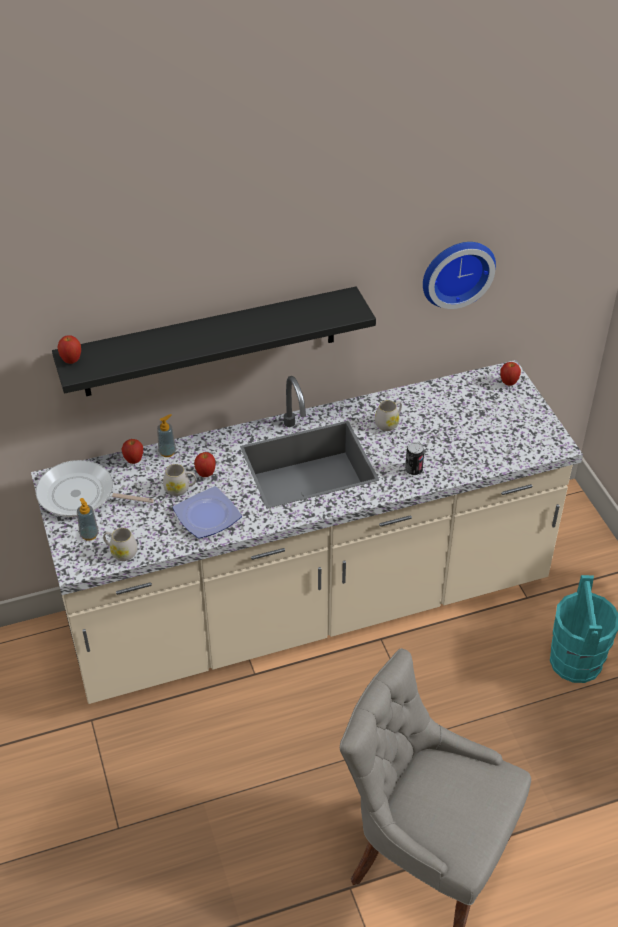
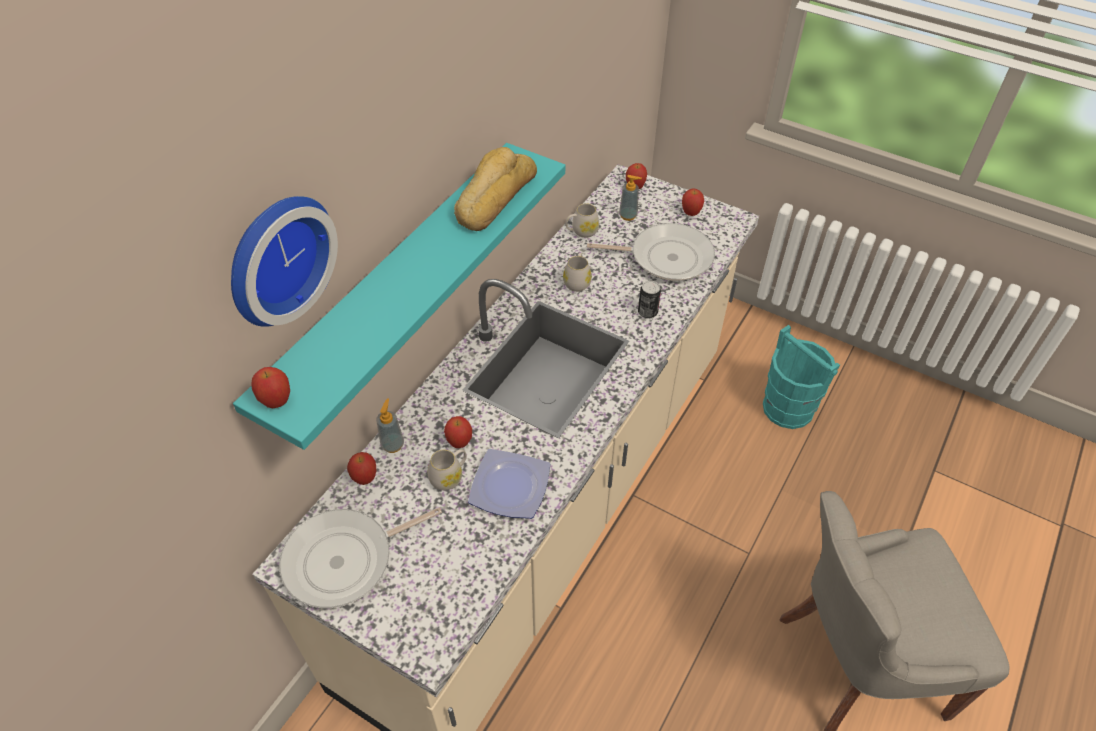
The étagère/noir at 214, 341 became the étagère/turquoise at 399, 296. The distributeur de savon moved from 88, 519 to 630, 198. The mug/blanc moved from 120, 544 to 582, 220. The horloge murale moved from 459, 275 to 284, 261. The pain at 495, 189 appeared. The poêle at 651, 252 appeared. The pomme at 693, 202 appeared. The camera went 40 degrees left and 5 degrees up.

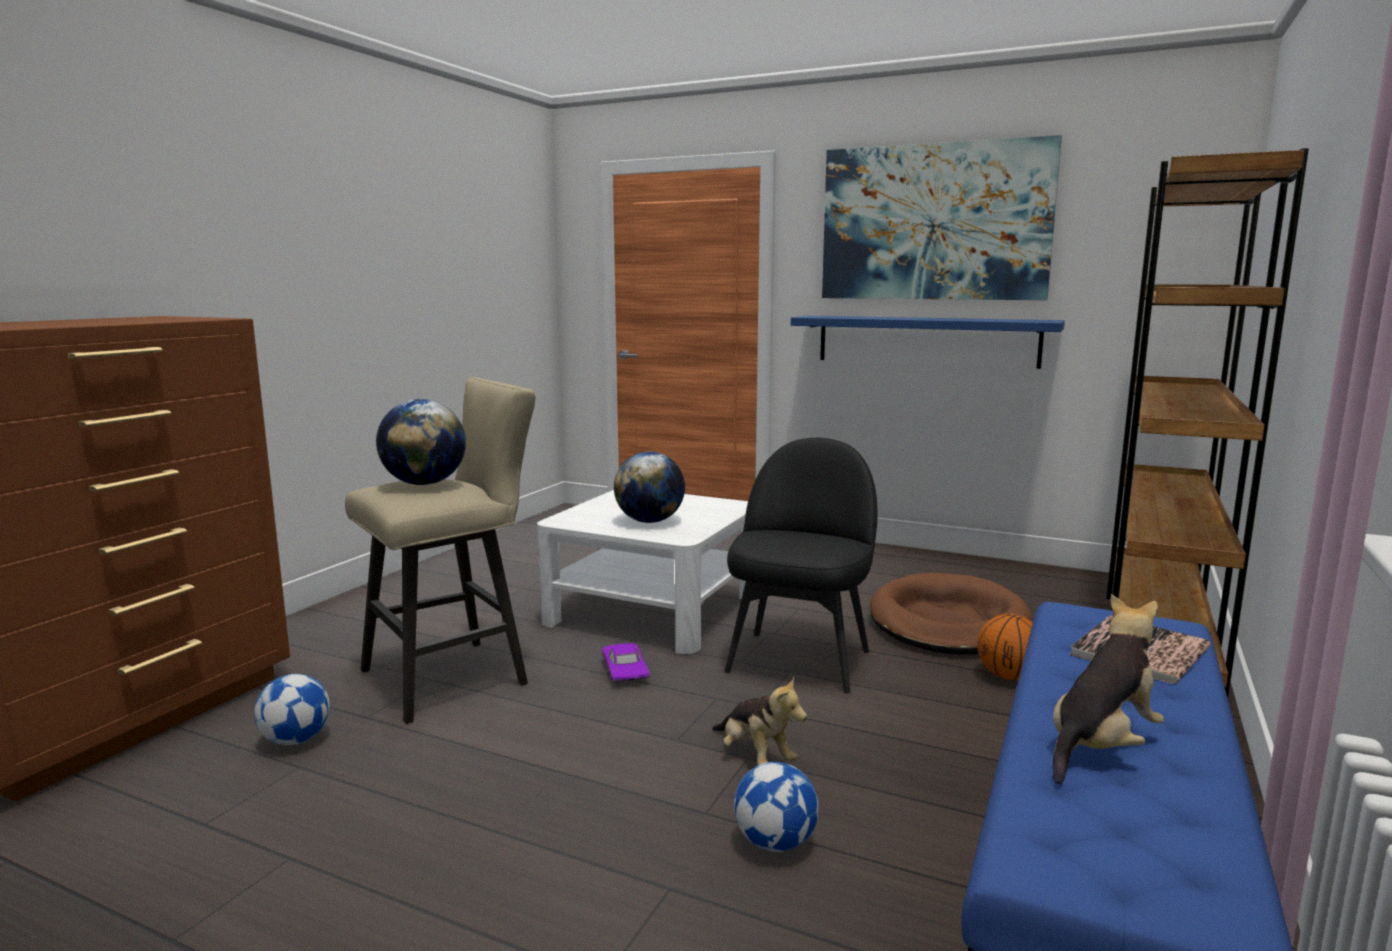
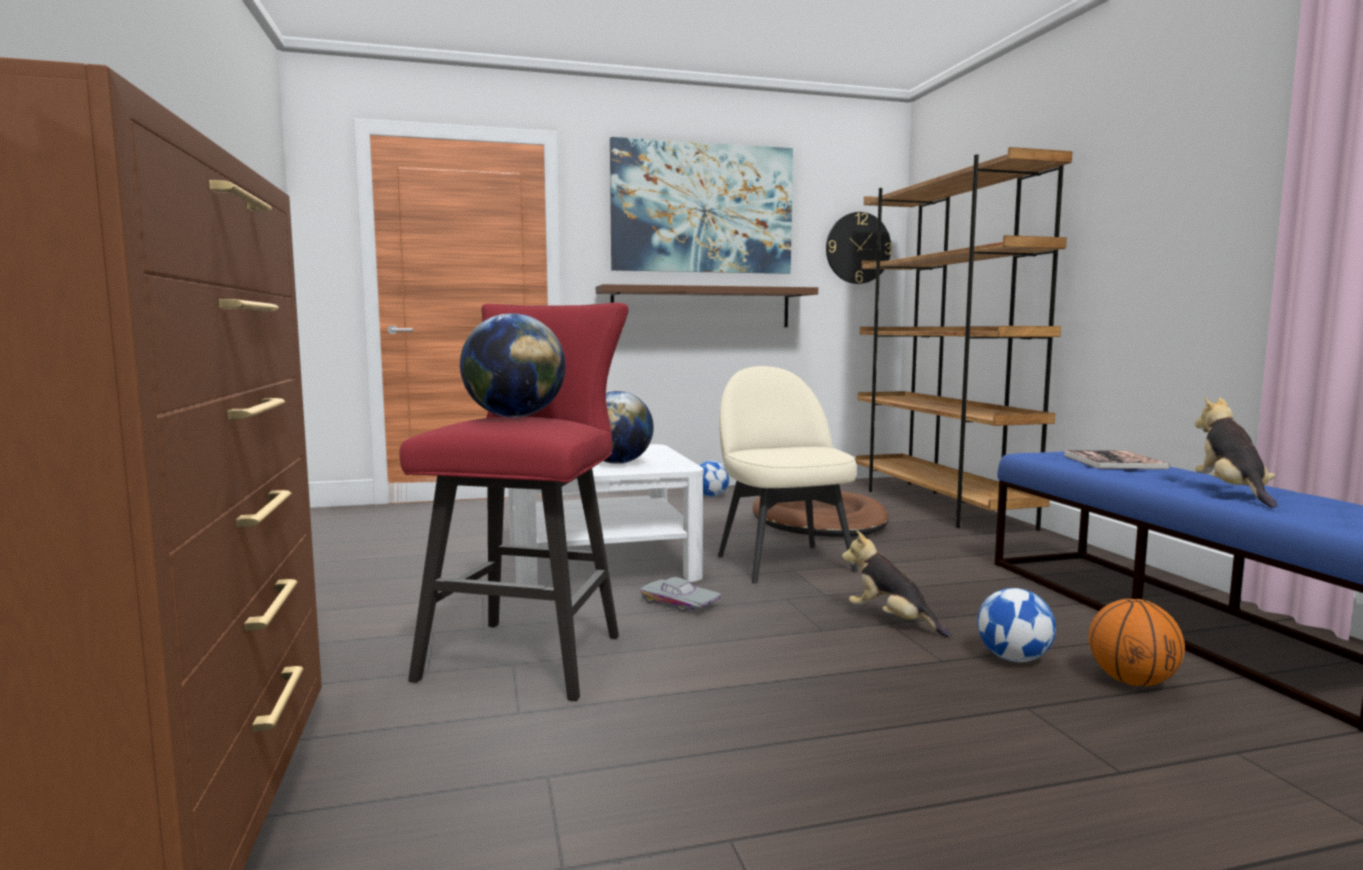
The ballon de foot moved from 292, 709 to 714, 478. The tabouret/beige at 440, 550 became the tabouret/rouge at 514, 502. The petite voiture/violet at 626, 662 became the petite voiture/gris at 680, 594. The peluche at 759, 721 turned 150 degrees counterclockwise. The chaise/noir at 801, 566 became the chaise/beige at 788, 474. The étagère/bleu at 928, 342 became the étagère/marron at 707, 305. The ballon de basket moved from 1005, 647 to 1137, 642. The horloge murale at 859, 248 appeared. The camera went 40 degrees left and 5 degrees down.

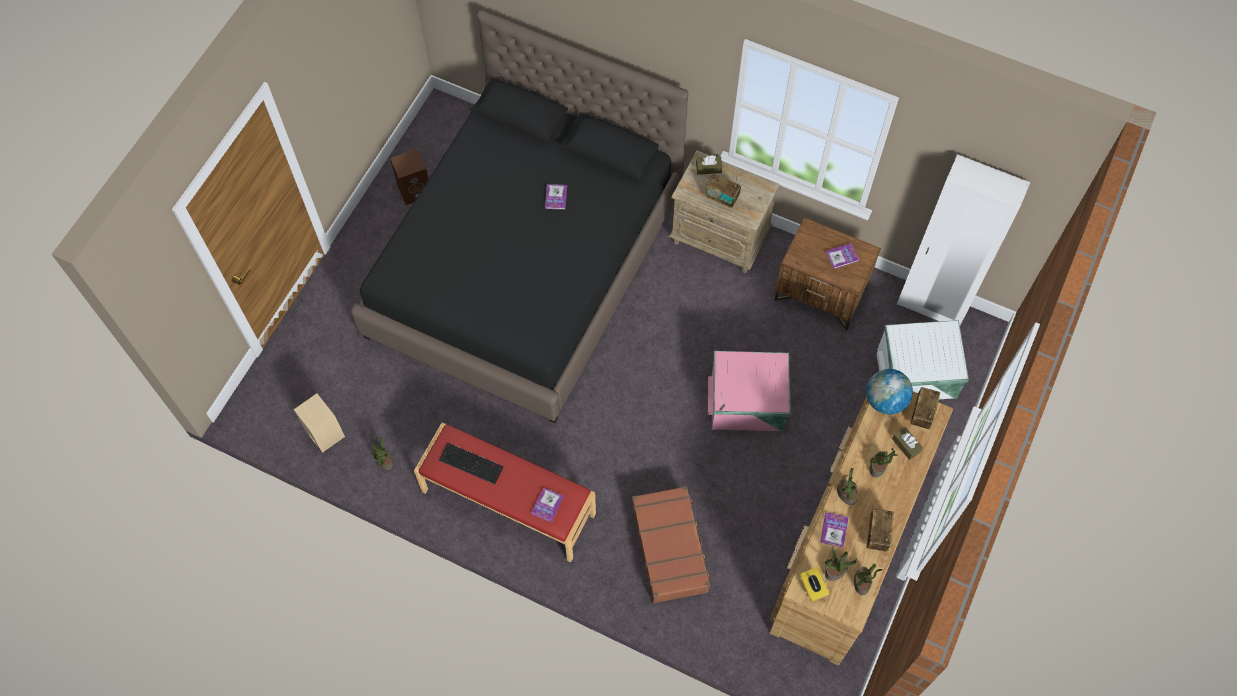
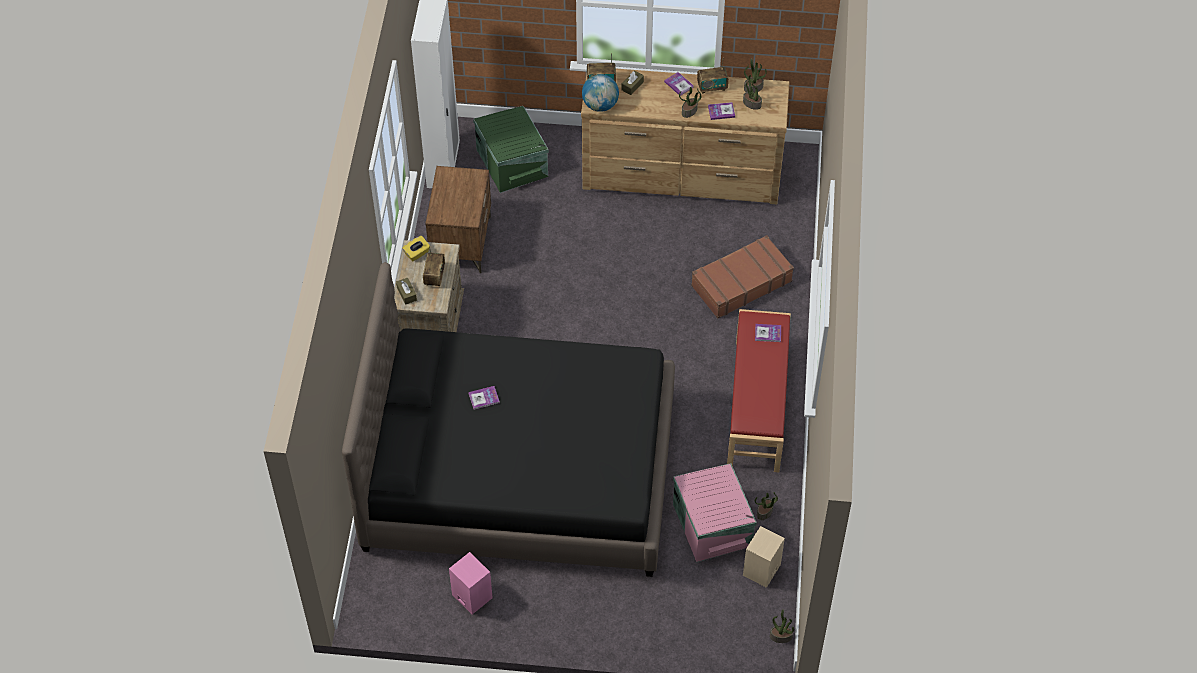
The enceinte/marron at 409, 177 became the enceinte/rose at 471, 583. The clavier at 471, 463 disappeared. The boîte de rangement/rose moved from 749, 391 to 715, 513. The boîte à mouchoirs/jaune moved from 815, 584 to 416, 248. The livre moved from 842, 256 to 679, 84. The plante en pot moved from 884, 463 to 782, 626. The boîte de rangement/blanc at 922, 359 became the boîte de rangement/vert at 511, 149. The camera went 110 degrees left and 10 degrees down.

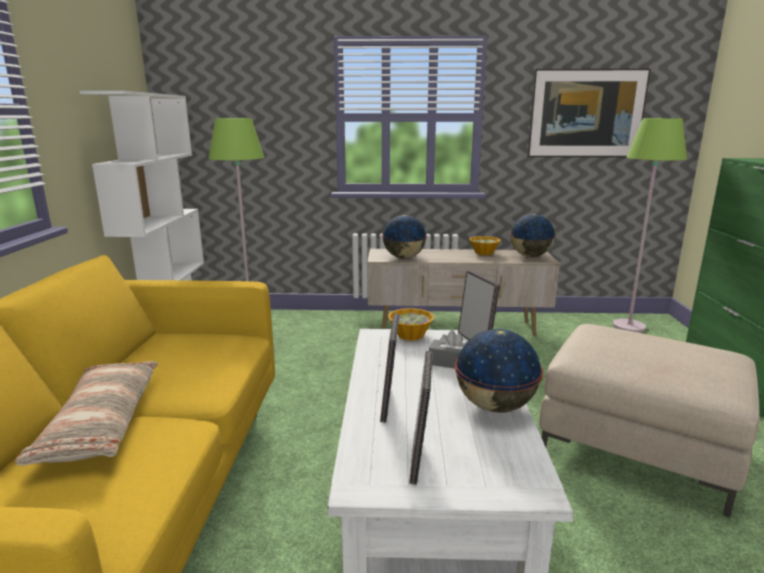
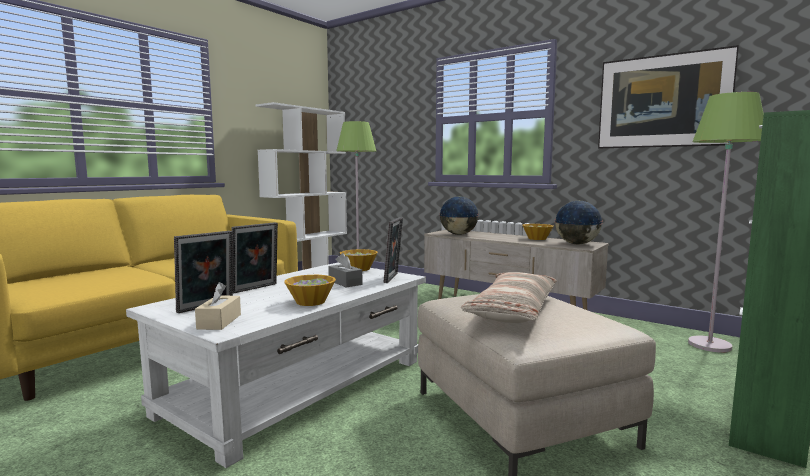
The coussin moved from 86, 413 to 509, 297. The globe at 499, 371 was replaced by the bol at 310, 290. The boîte à mouchoirs/beige at 218, 306 appeared. The camera went 35 degrees right and 10 degrees down.

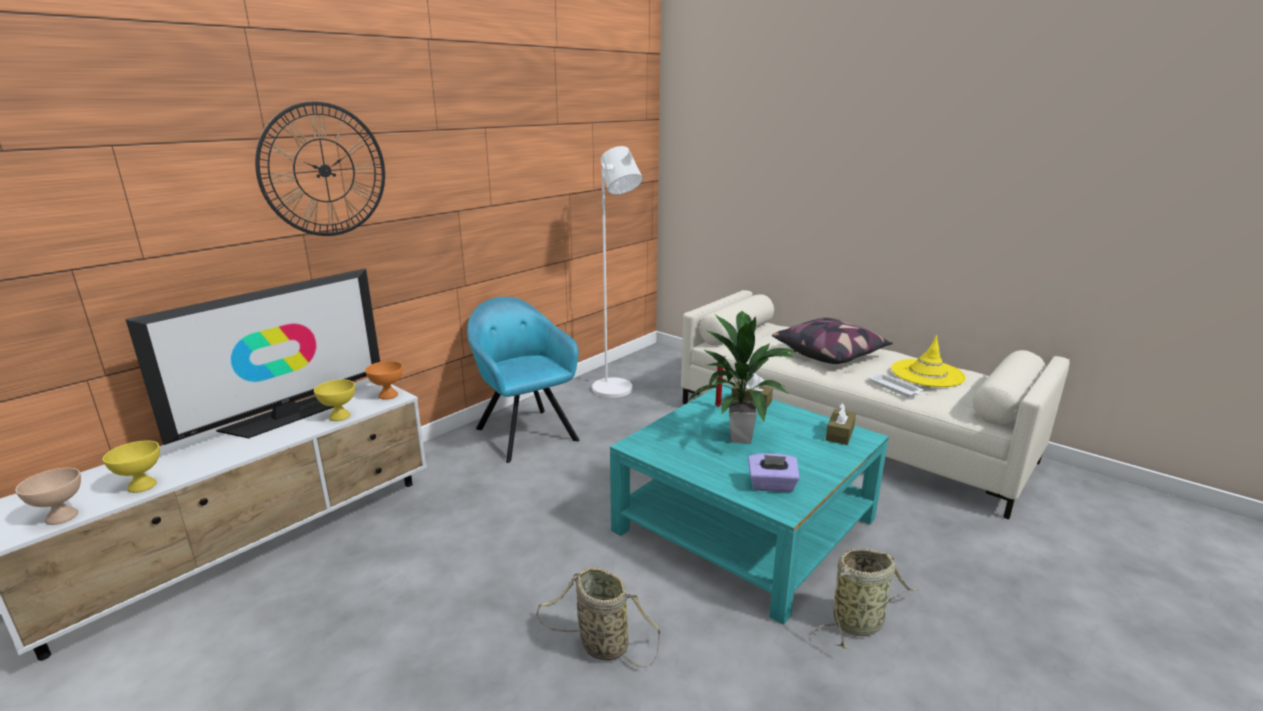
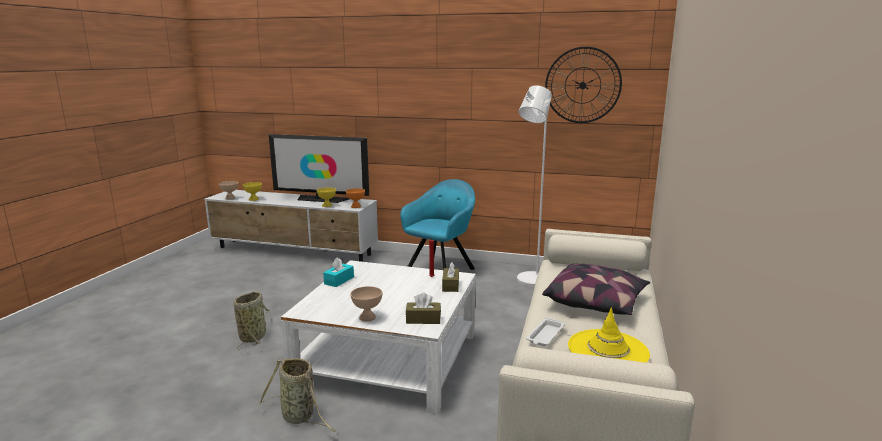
The horloge murale moved from 320, 168 to 583, 85. The table basse/turquoise at 749, 504 became the table basse/blanc at 378, 337. The plante en pot at 743, 377 disappeared. The boîte à mouchoirs/violet at 774, 472 disappeared. The boîte à mouchoirs/turquoise at 338, 272 appeared. The bol/beige at 366, 304 appeared. The camera went 65 degrees right and 5 degrees down.

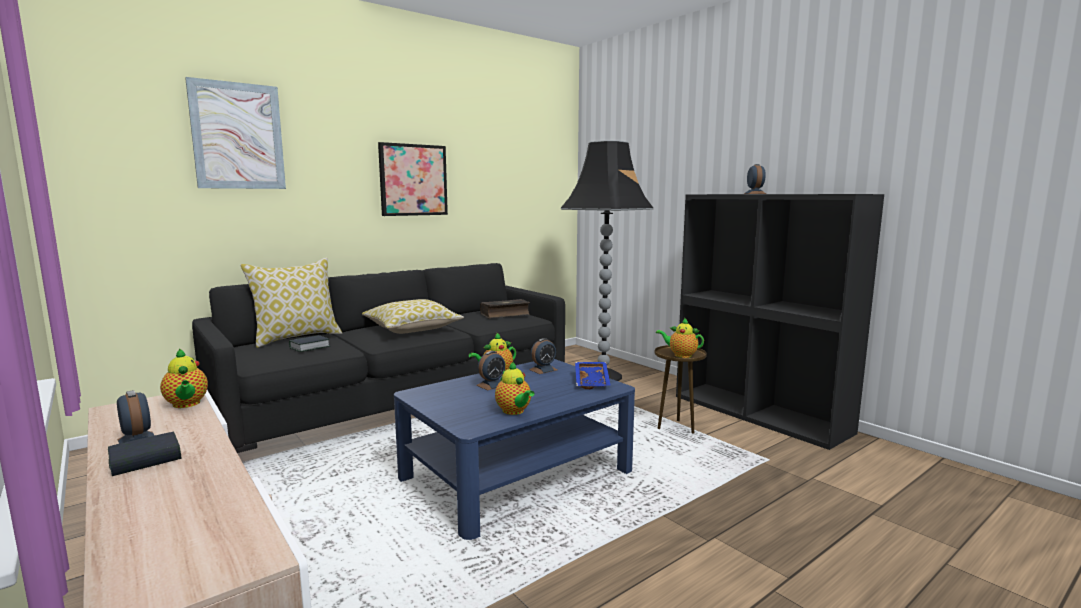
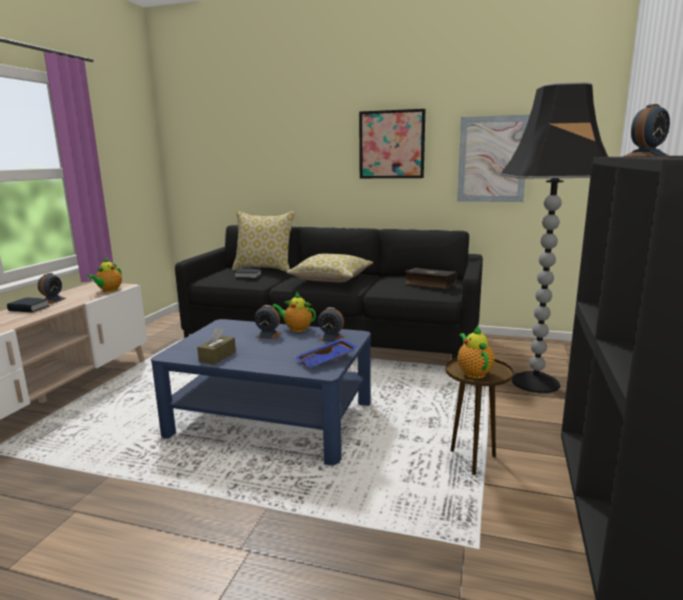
The tableau moved from 235, 133 to 493, 158. The théière at 515, 388 was replaced by the boîte à mouchoirs/marron at 216, 346. The camera went 55 degrees right and 5 degrees up.

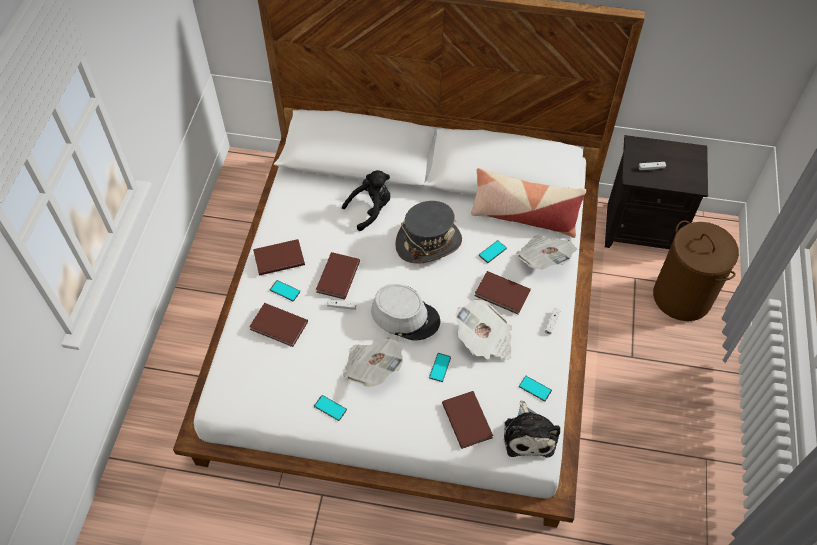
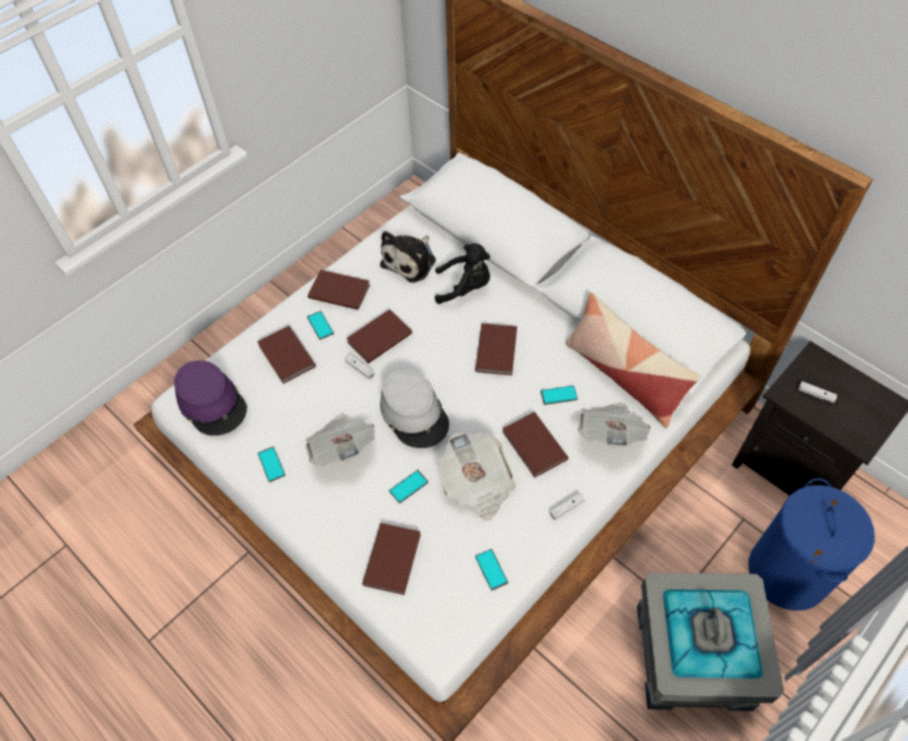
The chapeau/gris at 428, 232 was replaced by the livre/marron at 496, 349. The peluche moved from 532, 428 to 408, 257. The panier à linge/marron at 696, 270 became the panier à linge/bleu at 811, 544. The chapeau/violet at 210, 398 appeared. The boîte de rangement/gris at 710, 642 appeared. The camera went 35 degrees right and 0 degrees up.

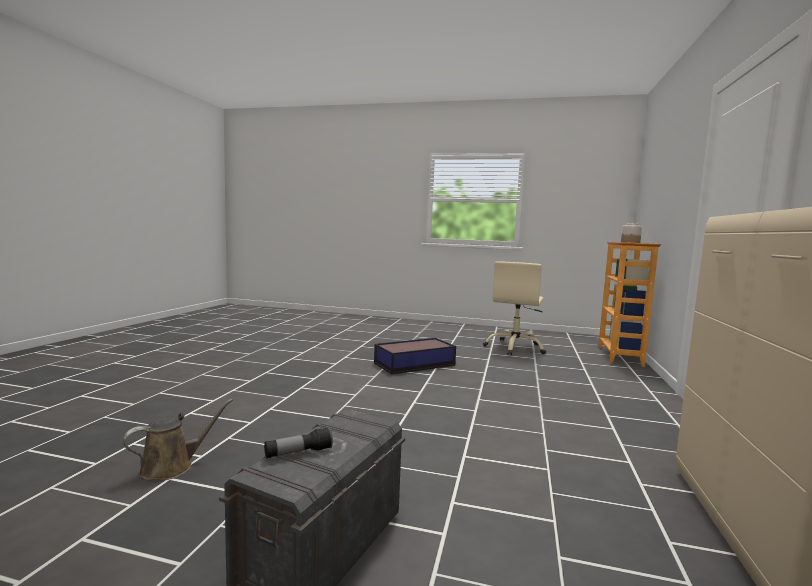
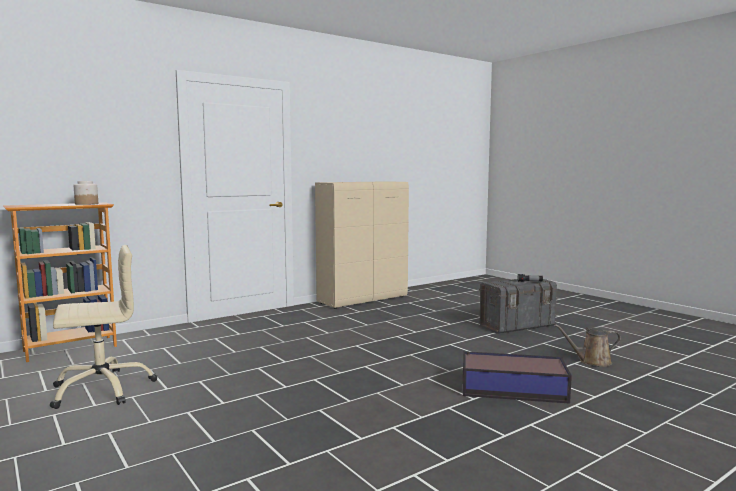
The boîte de rangement moved from 415, 356 to 517, 377. The camera went 140 degrees left and 0 degrees up.

